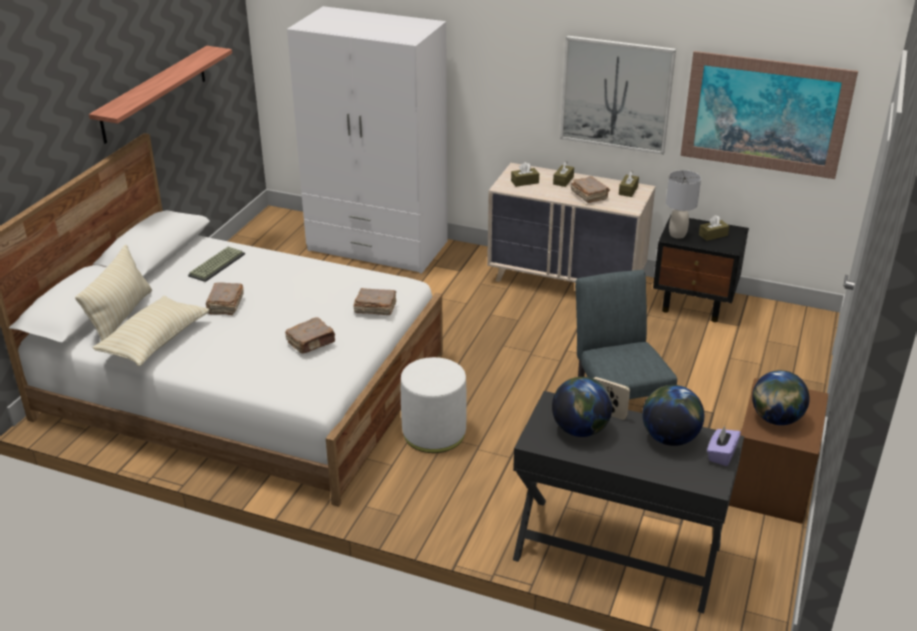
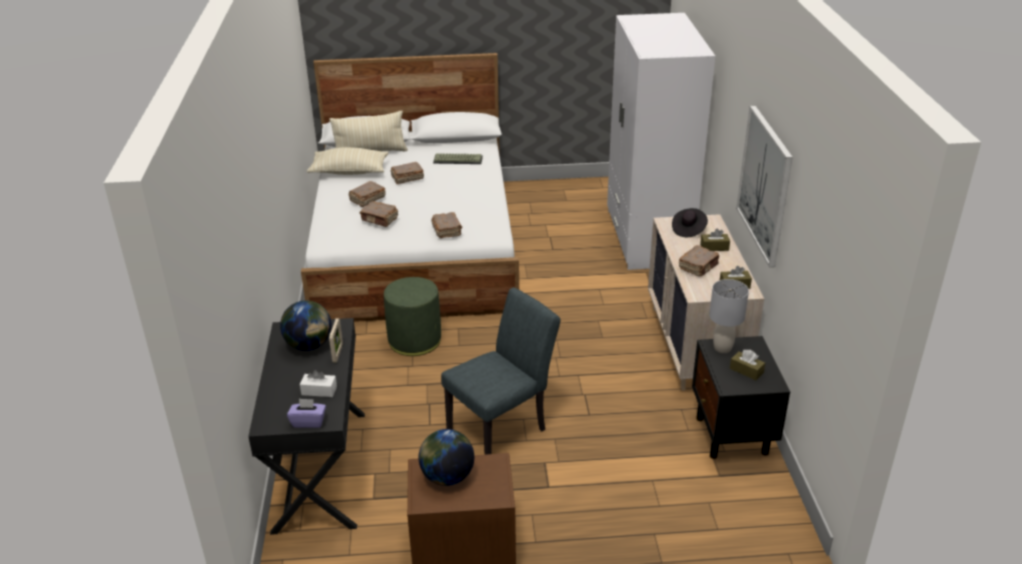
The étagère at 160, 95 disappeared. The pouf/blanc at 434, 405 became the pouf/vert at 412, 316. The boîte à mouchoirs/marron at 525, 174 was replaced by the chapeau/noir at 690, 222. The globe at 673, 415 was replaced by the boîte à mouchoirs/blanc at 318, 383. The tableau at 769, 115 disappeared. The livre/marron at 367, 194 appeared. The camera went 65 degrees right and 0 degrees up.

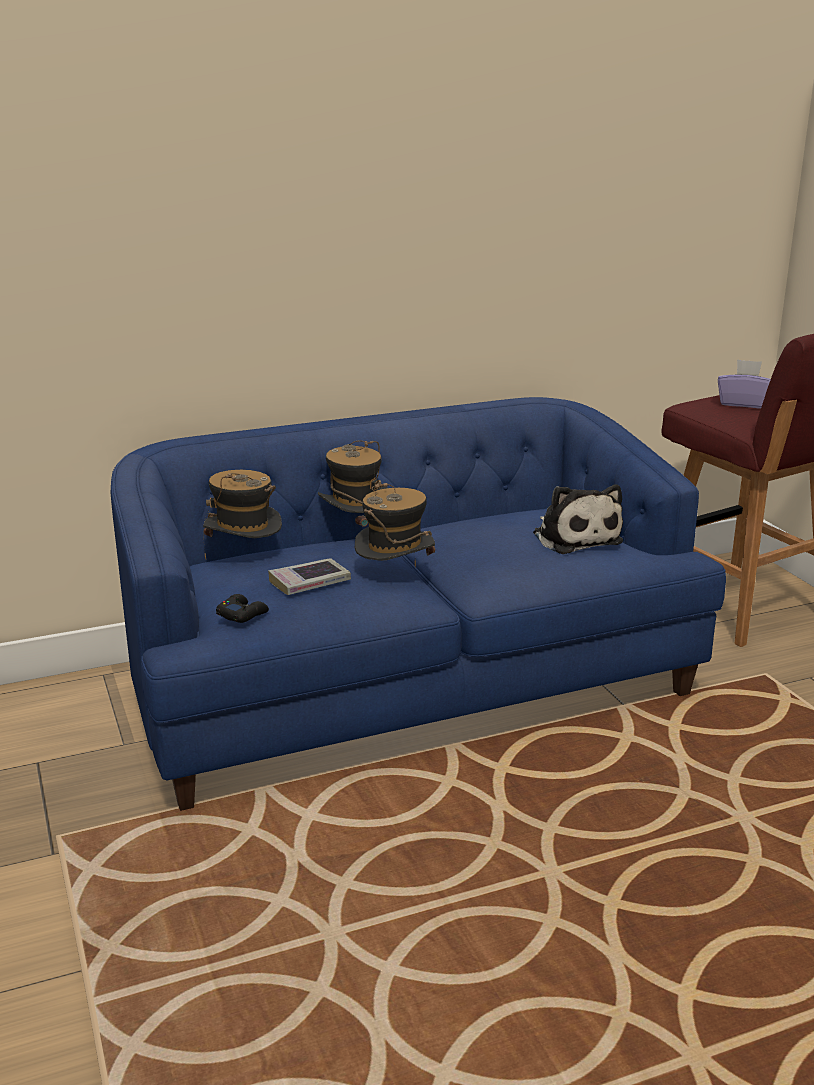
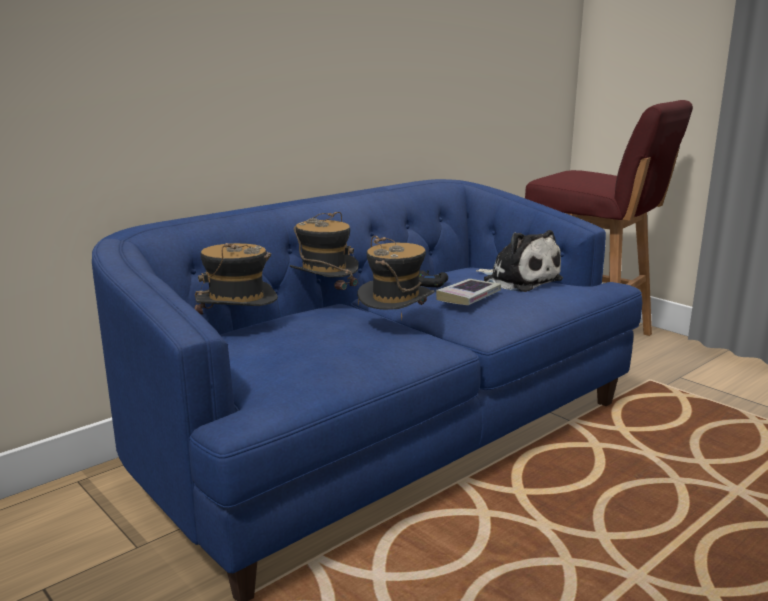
The manette/noir moved from 242, 608 to 433, 278. The livre moved from 309, 576 to 468, 292. The boîte à mouchoirs/violet at 744, 383 disappeared. The camera went 20 degrees left and 5 degrees down.

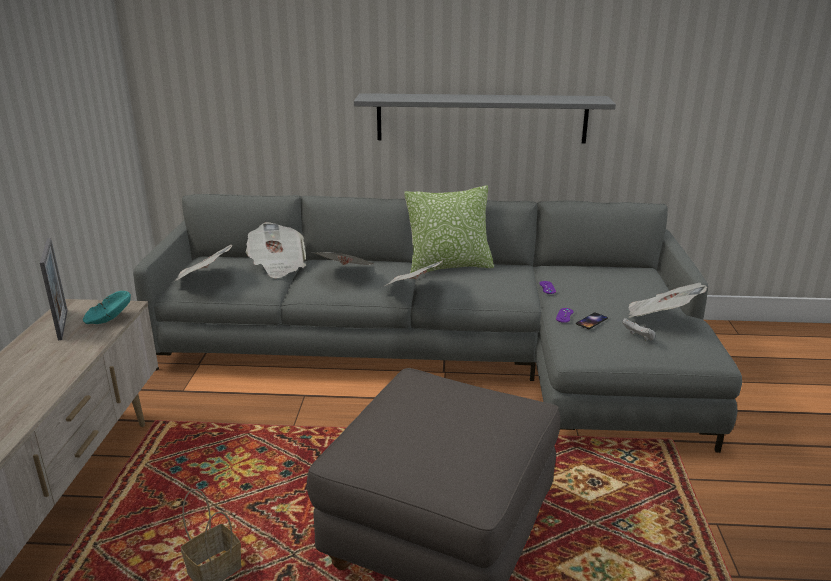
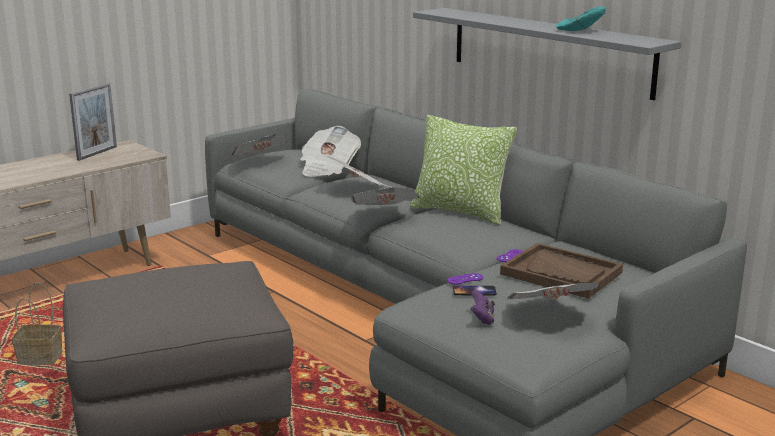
The bol/turquoise moved from 107, 307 to 581, 18. The manette/blanc at 638, 329 became the manette/violet at 483, 307. The plateau/marron at 561, 271 appeared. The camera went 45 degrees right and 5 degrees down.

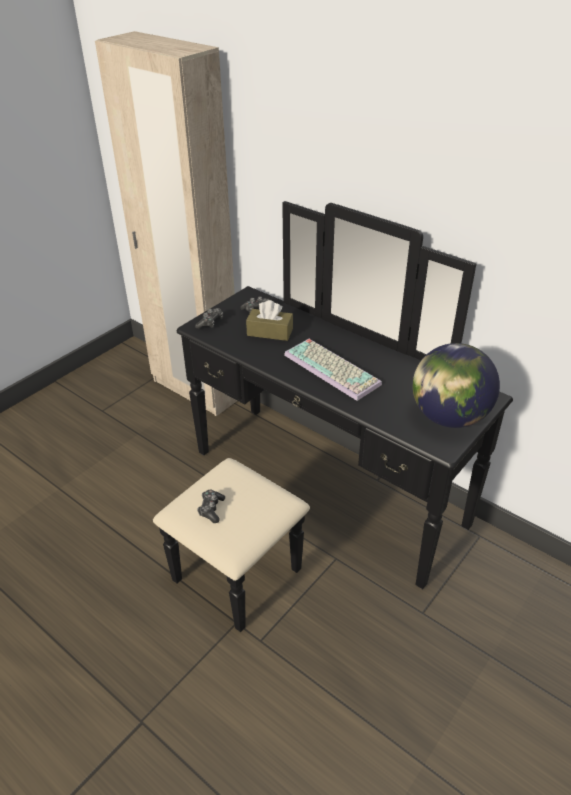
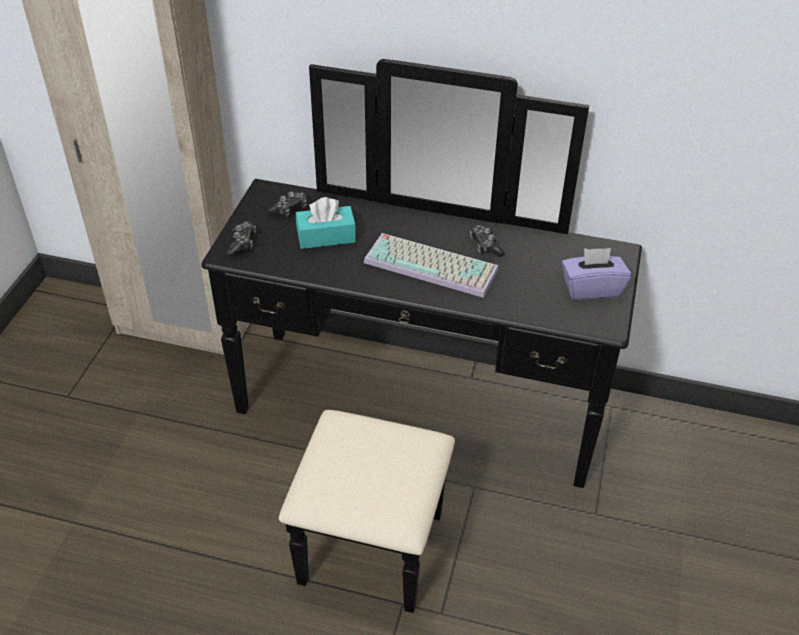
The manette moved from 211, 506 to 487, 241. The boîte à mouchoirs/marron at 269, 320 became the boîte à mouchoirs/turquoise at 326, 223. The globe at 456, 385 was replaced by the boîte à mouchoirs/violet at 596, 274. The camera went 25 degrees left and 5 degrees up.

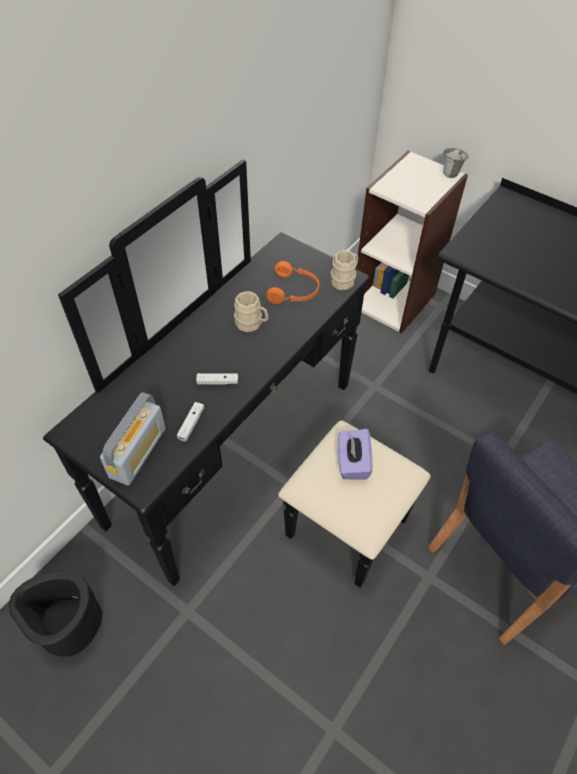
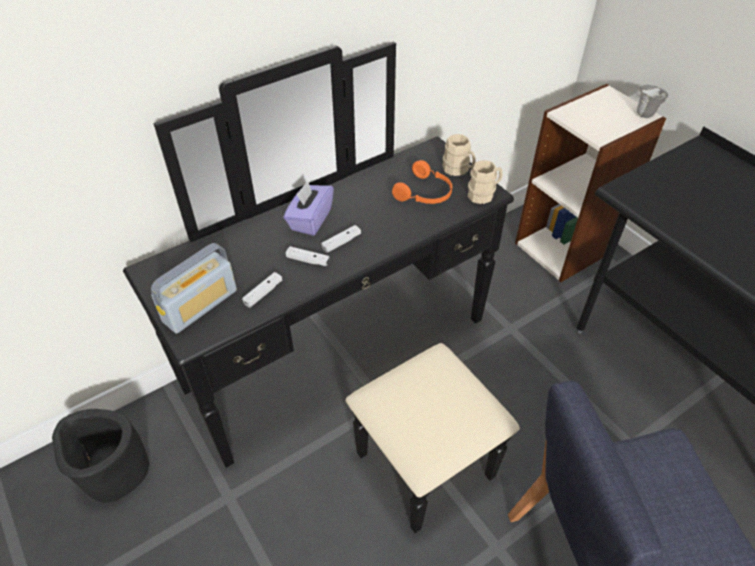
The mug/beige moved from 251, 311 to 459, 155. The boîte à mouchoirs/violet moved from 355, 454 to 309, 208. The manette/blanc at 341, 239 appeared. The camera went 20 degrees right and 5 degrees down.

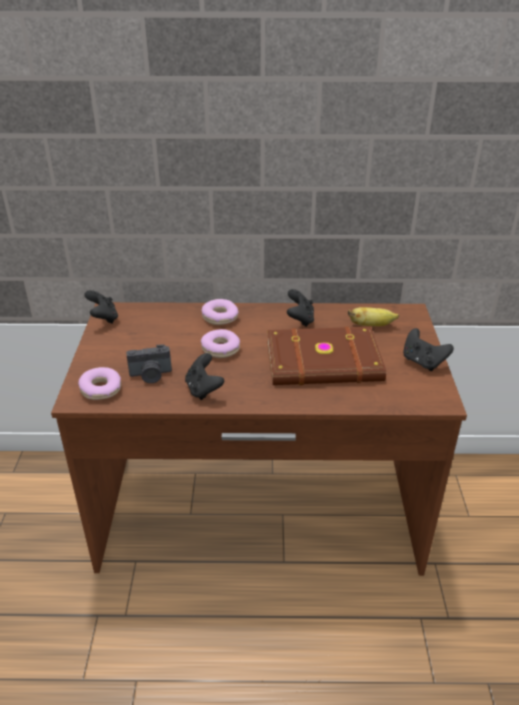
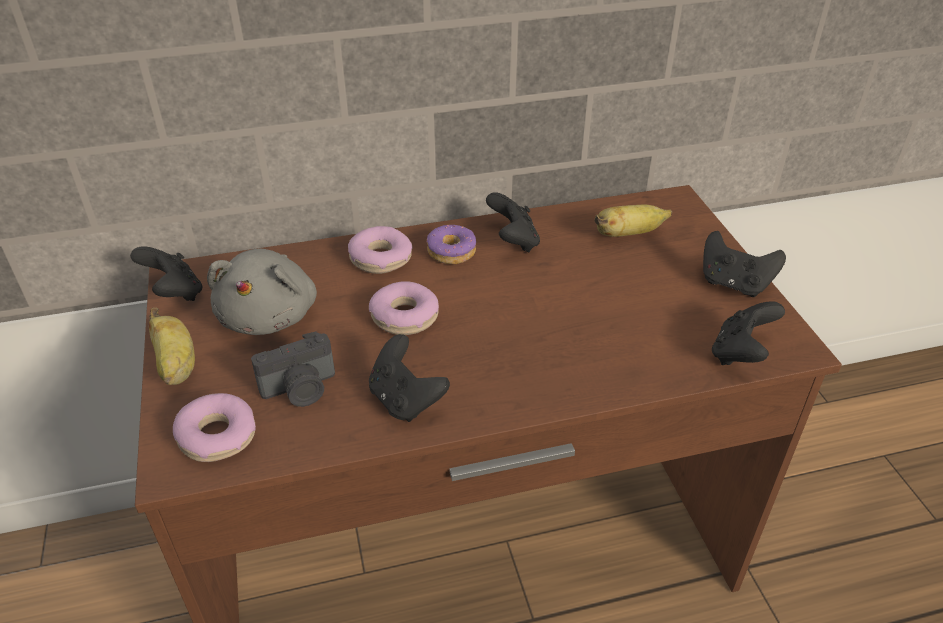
The livre/marron at 326, 356 disappeared. The banane at 172, 346 appeared. The peluche/gris at 262, 292 appeared. The beignet at 451, 244 appeared. The manette/noir at 748, 333 appeared. The camera went 15 degrees left and 5 degrees up.

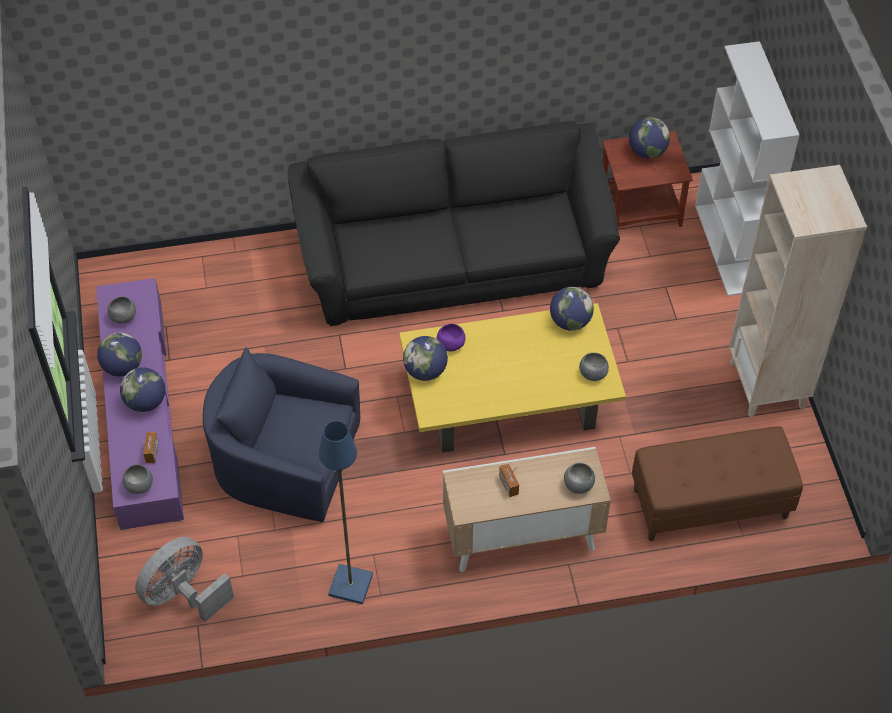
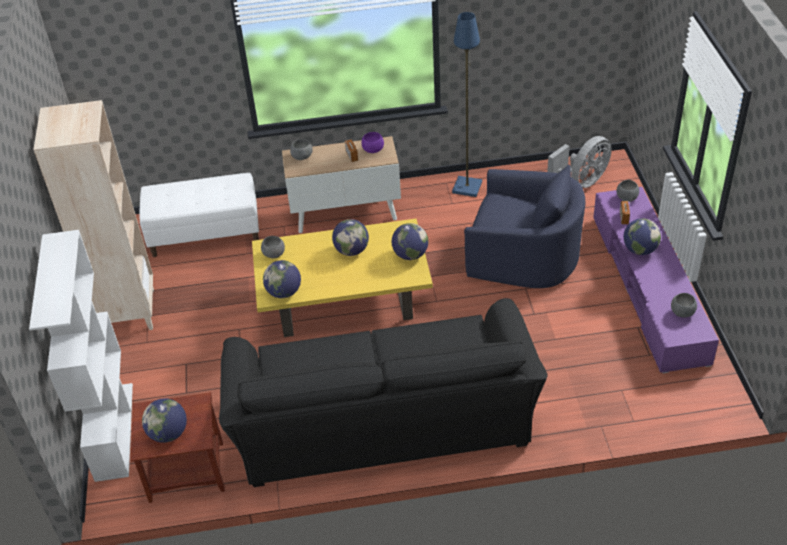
The globe moved from 119, 354 to 350, 237. The bol/violet moved from 450, 338 to 373, 142. The banc/marron at 717, 483 became the banc/blanc at 199, 215. The camera went 175 degrees left and 10 degrees down.

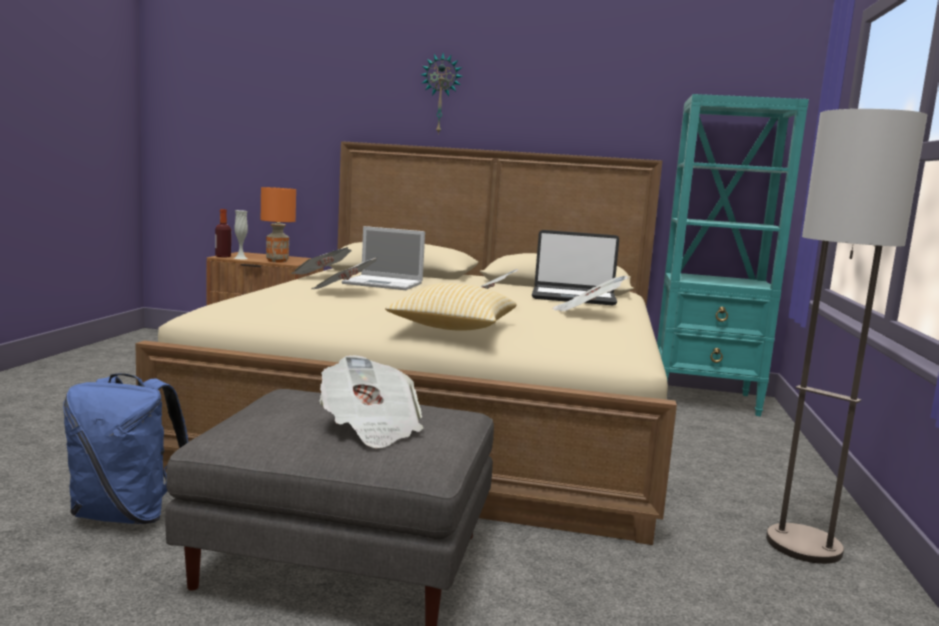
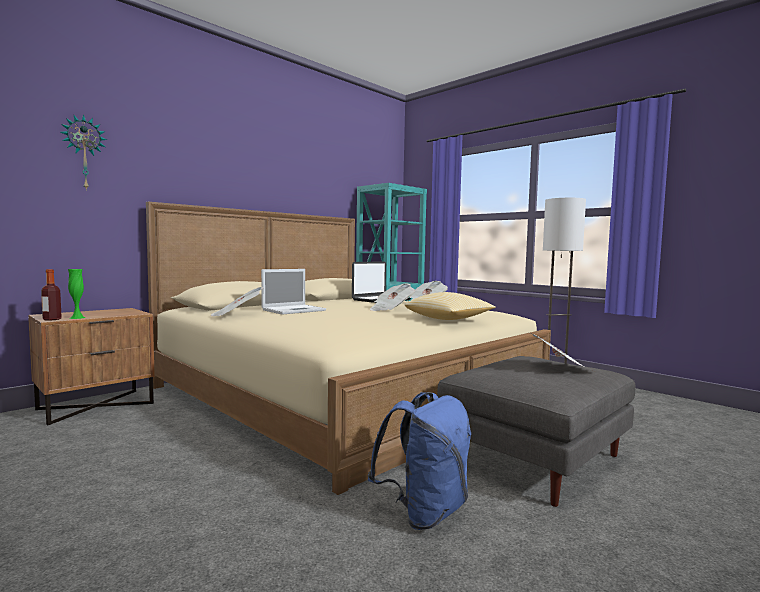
The vase/blanc at 241, 234 became the vase/vert at 77, 294. The lampe de table/orange at 278, 224 disappeared. The journal at 344, 273 disappeared. The horloge murale moved from 441, 94 to 83, 153. The camera went 55 degrees left and 5 degrees down.

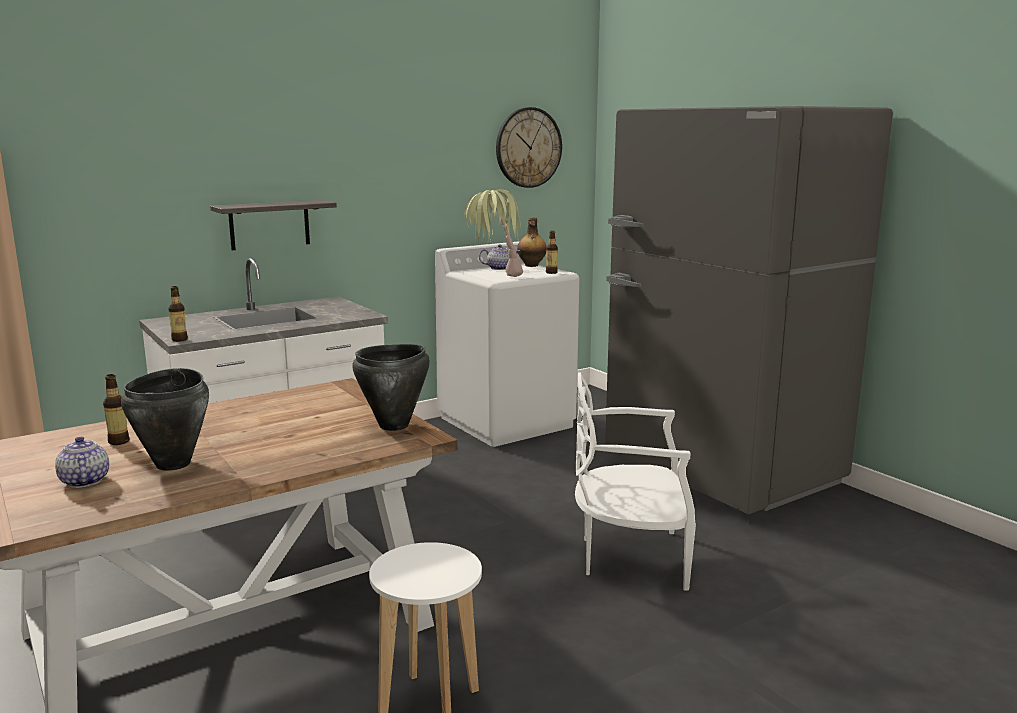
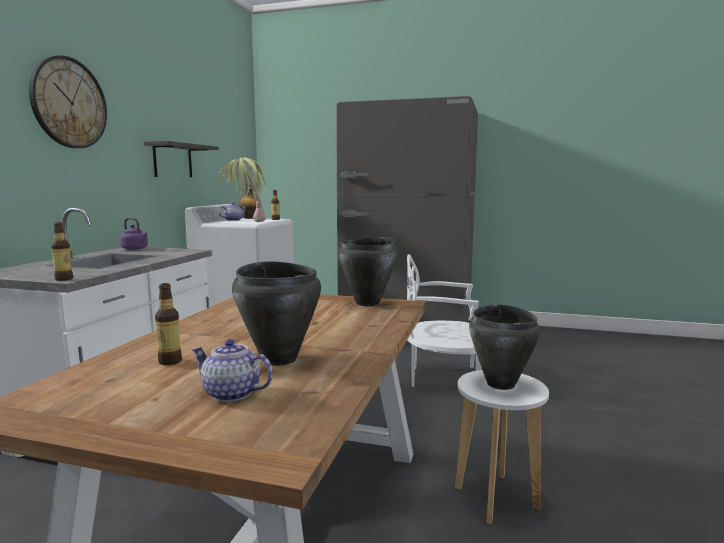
The étagère moved from 273, 225 to 181, 159. The horloge murale moved from 529, 147 to 68, 101. The chaise/blanc at 635, 481 turned 45 degrees clockwise. The bouilloire/violet at 134, 233 appeared. The marmite/noir at 505, 347 appeared. The camera went 40 degrees left and 5 degrees down.

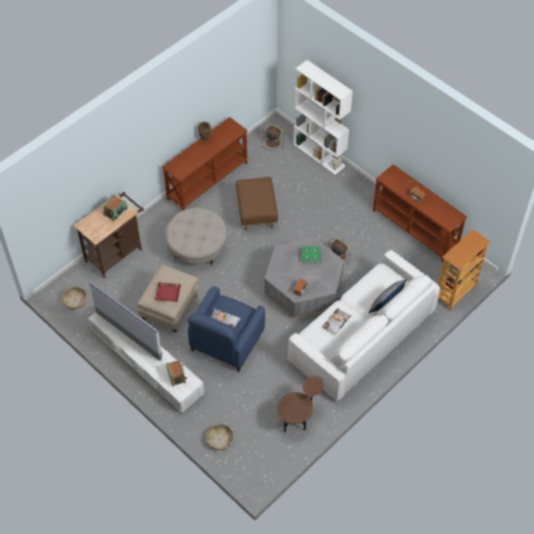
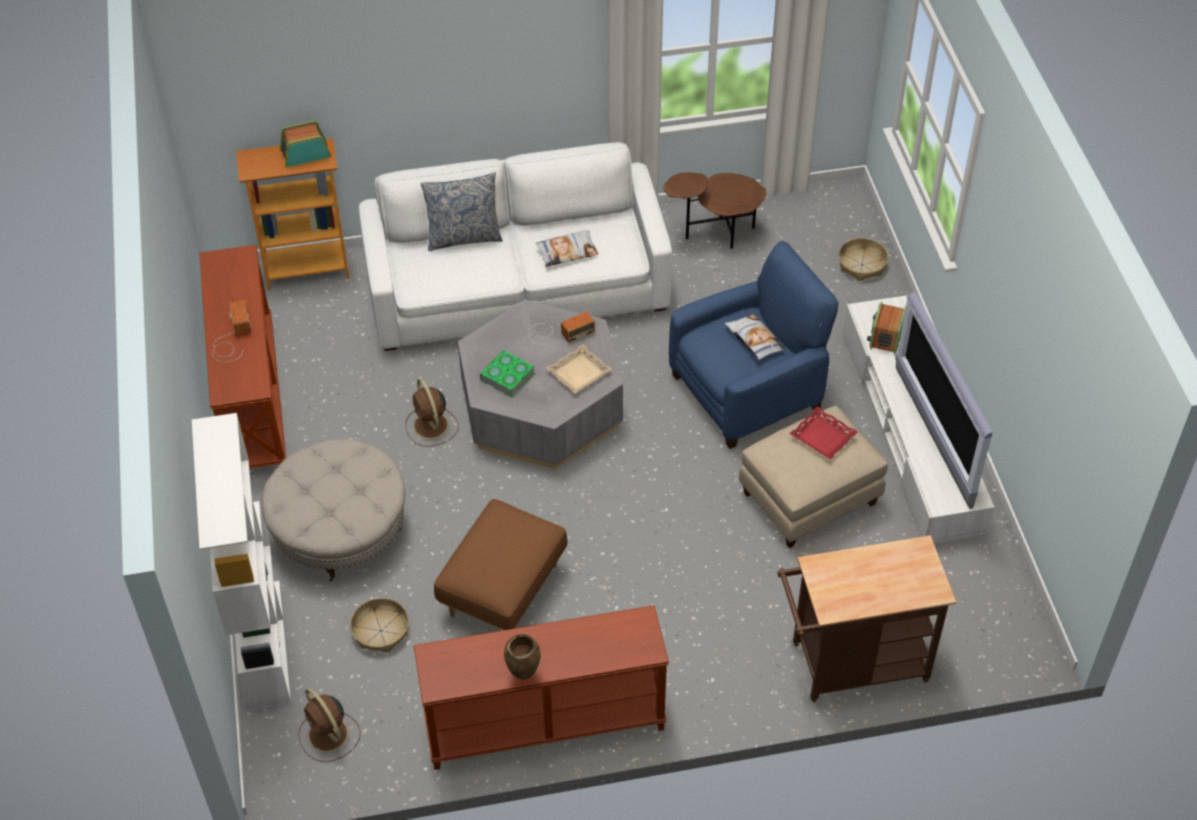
The panier moved from 74, 299 to 379, 625. The radio moved from 116, 208 to 306, 144. The pouf/beige moved from 196, 236 to 333, 510. The plateau/beige at 579, 369 appeared. The camera went 145 degrees left and 5 degrees down.

